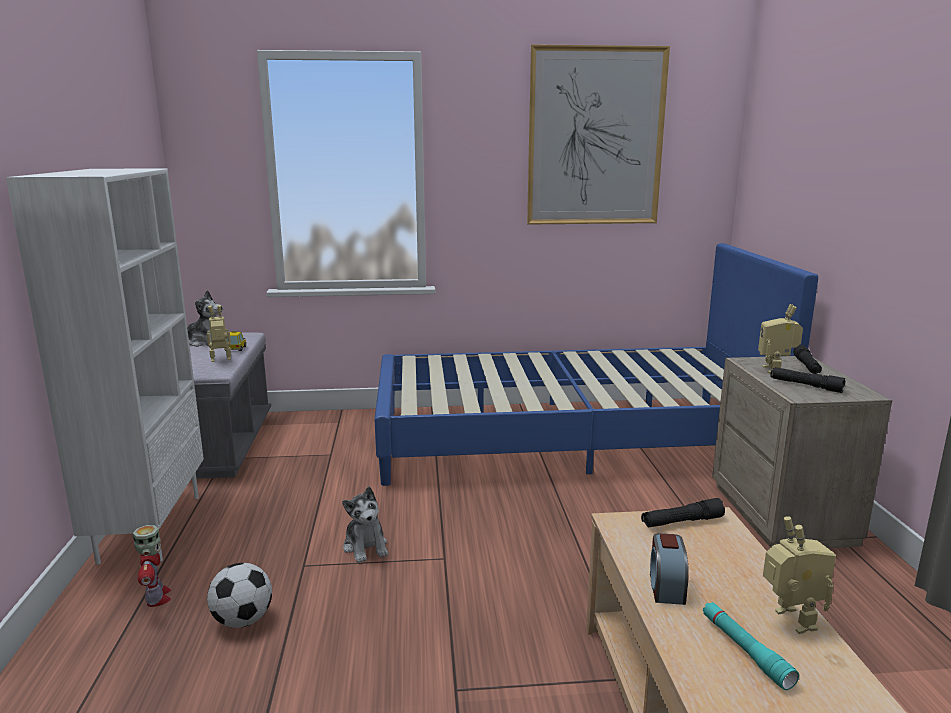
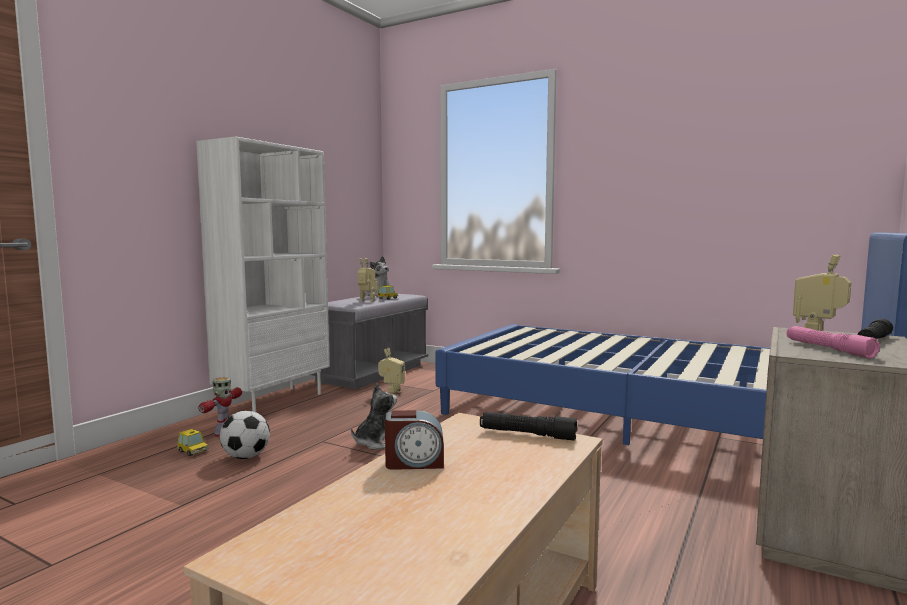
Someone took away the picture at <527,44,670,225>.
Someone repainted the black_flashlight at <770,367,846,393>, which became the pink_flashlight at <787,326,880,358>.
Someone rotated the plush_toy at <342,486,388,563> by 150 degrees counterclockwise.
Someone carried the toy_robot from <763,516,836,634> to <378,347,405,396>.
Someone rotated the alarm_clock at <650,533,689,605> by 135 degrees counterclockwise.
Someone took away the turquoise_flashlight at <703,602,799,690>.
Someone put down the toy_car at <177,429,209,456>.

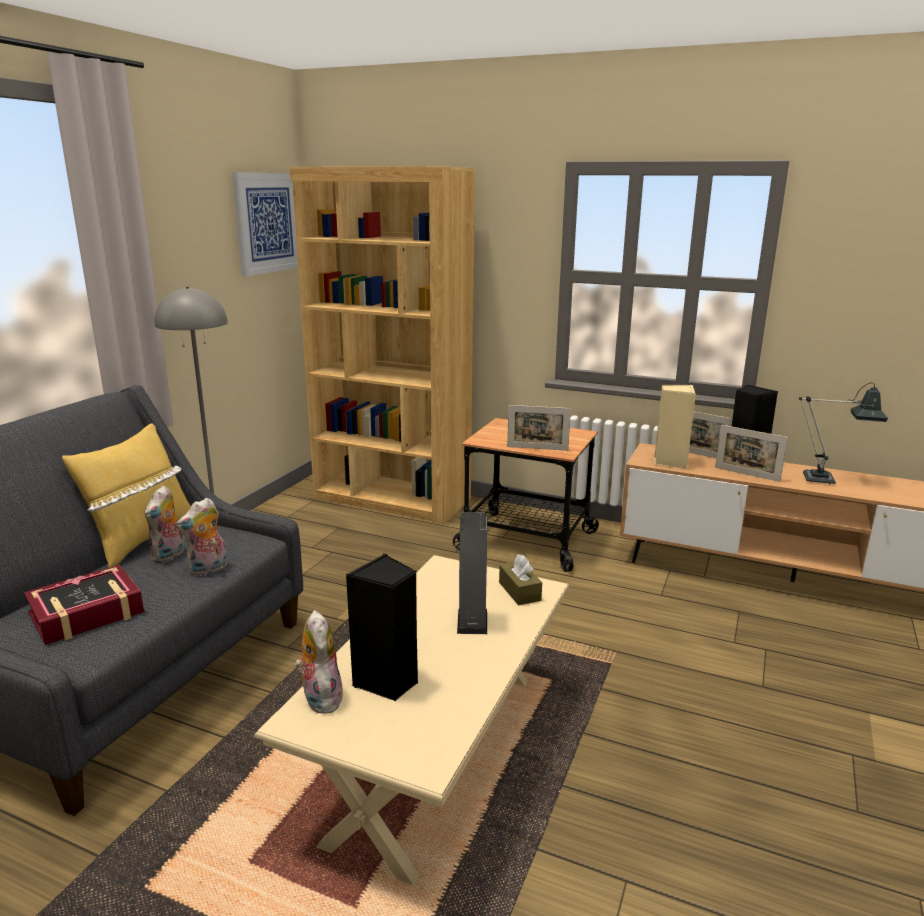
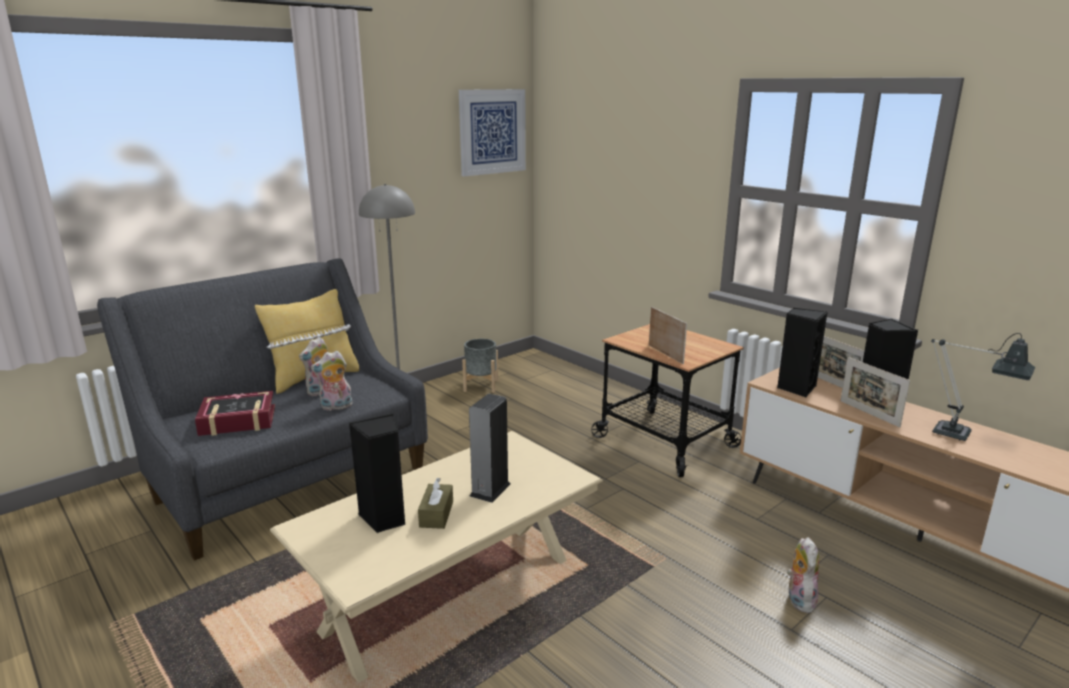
Someone took away the brown_bookcase at <290,166,475,524>.
Someone repainted the beige_speaker at <654,385,696,469>, which became the black_speaker at <777,308,827,398>.
Someone rotated the picture_frame at <507,405,571,451> by 150 degrees counterclockwise.
Someone carried the brown_tissue_box from <499,554,542,605> to <418,477,453,529>.
Someone carried the plush_toy from <295,610,343,714> to <787,537,819,613>.
Someone put down the grey_planter at <462,339,498,393>.

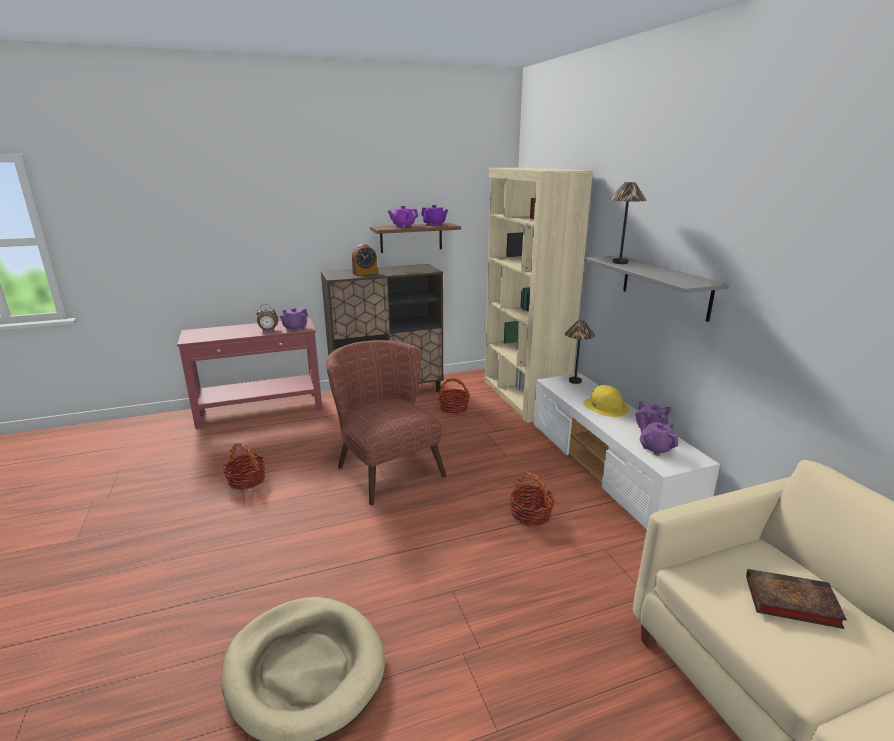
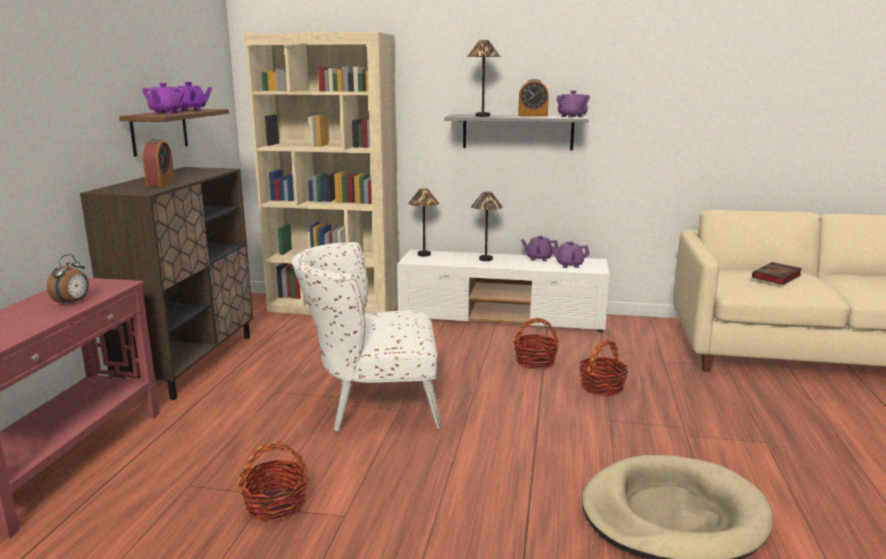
Someone carried the purple_teapot from <280,308,308,331> to <557,90,590,118>.
Someone repainted the brown_armchair at <326,340,446,505>, which became the white_armchair at <291,242,443,431>.
Someone carried the basket from <438,378,470,414> to <579,339,628,396>.
Someone swapped the yellow_hat at <583,385,629,417> for the table_lamp at <471,192,503,261>.
Someone put down the alarm_clock at <518,79,549,116>.

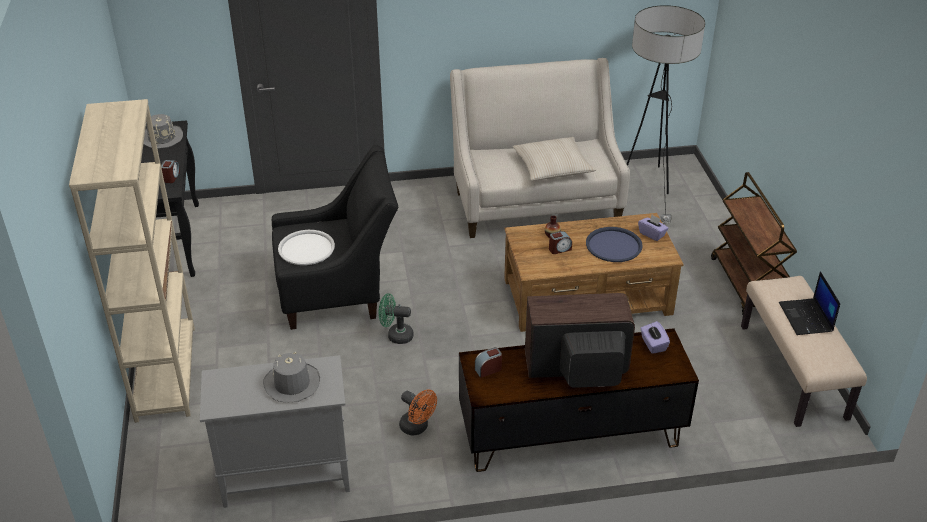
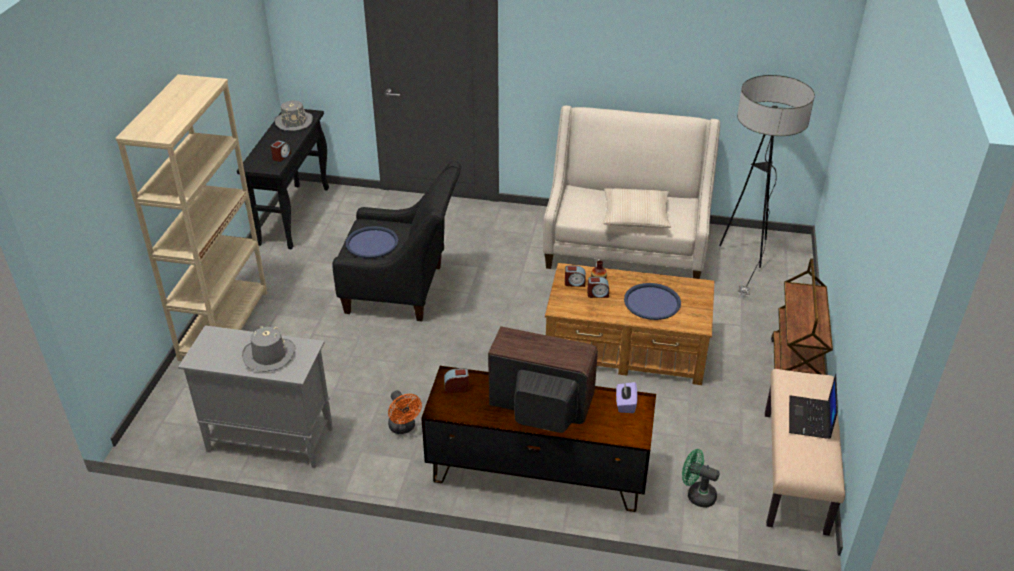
Someone took away the purple_tissue_box at <638,215,668,241>.
Someone repainted the white_tray at <278,230,335,265>, which became the blue_tray at <346,226,398,258>.
Someone carried the green_fan from <379,293,414,344> to <682,449,720,508>.
Someone put down the alarm_clock at <565,265,586,287>.

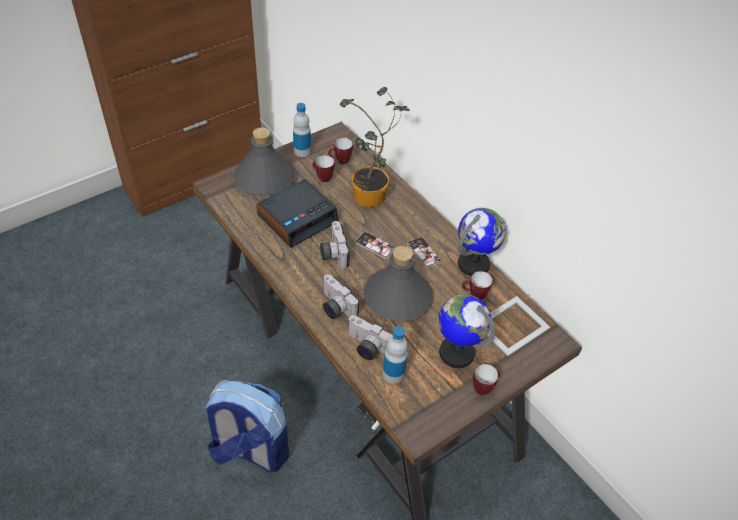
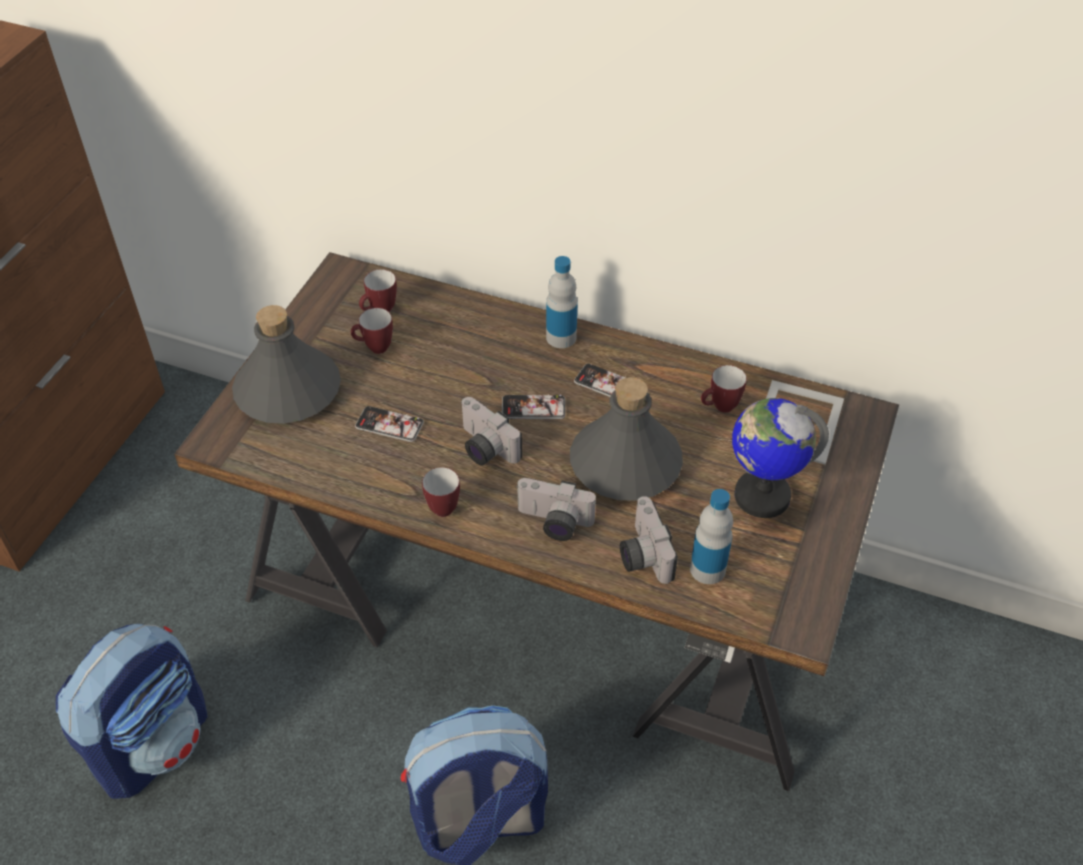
Someone took away the potted_plant at <340,87,410,207>.
Someone carried the bottle from <293,103,311,157> to <546,256,578,348>.
Someone swapped the alarm_clock at <256,179,338,248> for the phone at <355,406,424,442>.
Someone took away the globe at <458,208,506,276>.
Someone rotated the photo_camera at <348,315,393,360> by 75 degrees clockwise.
Someone carried the mug from <473,364,500,395> to <422,467,460,517>.
Someone put down the backpack at <56,624,208,799>.

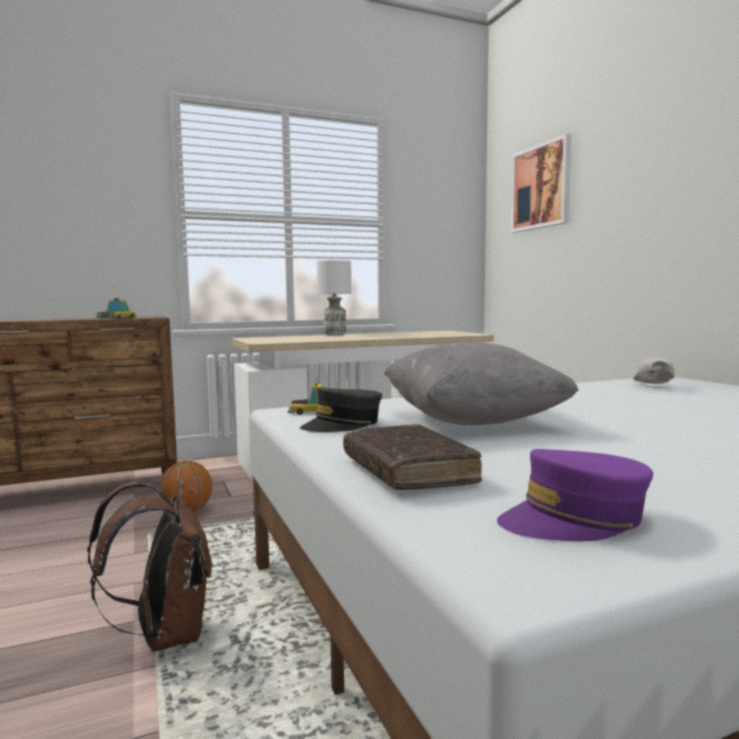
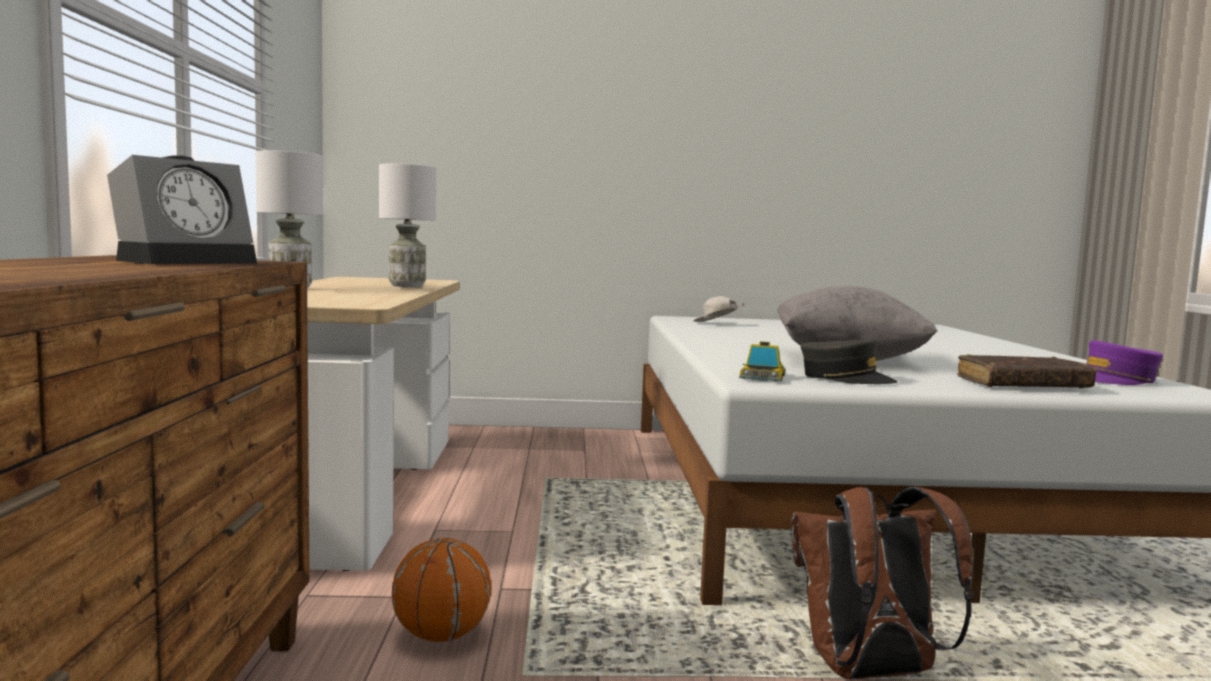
Someone took away the picture at <511,133,571,233>.
Someone swapped the toy_car at <96,298,137,319> for the alarm_clock at <107,155,257,264>.
Someone rotated the grey_cap at <300,387,382,432> by 45 degrees counterclockwise.
Someone rotated the purple_cap at <497,449,653,541> by 75 degrees clockwise.
Someone put down the white_table_lamp at <379,164,436,287>.

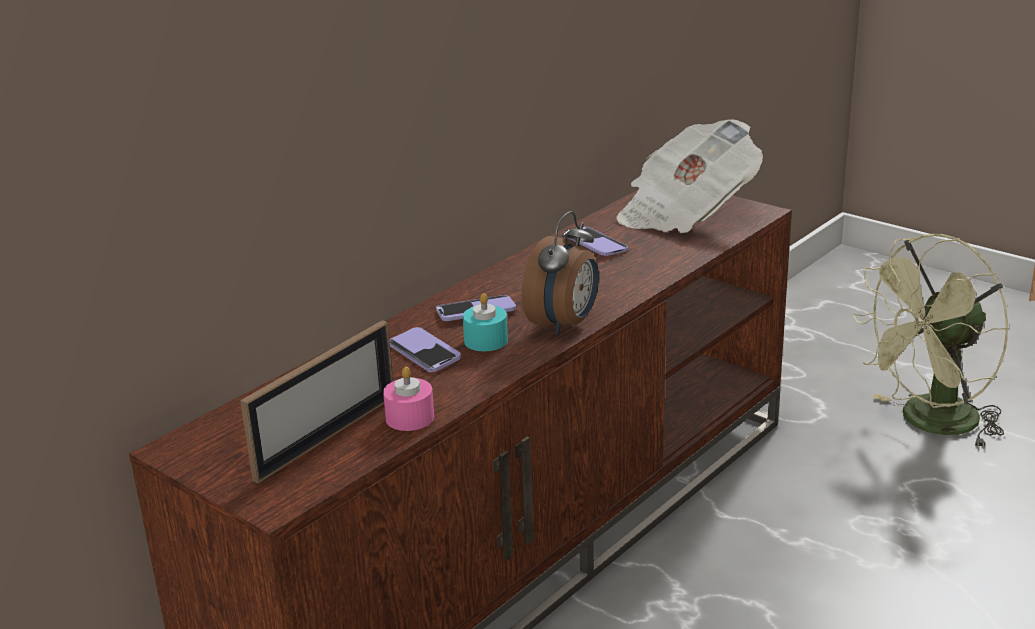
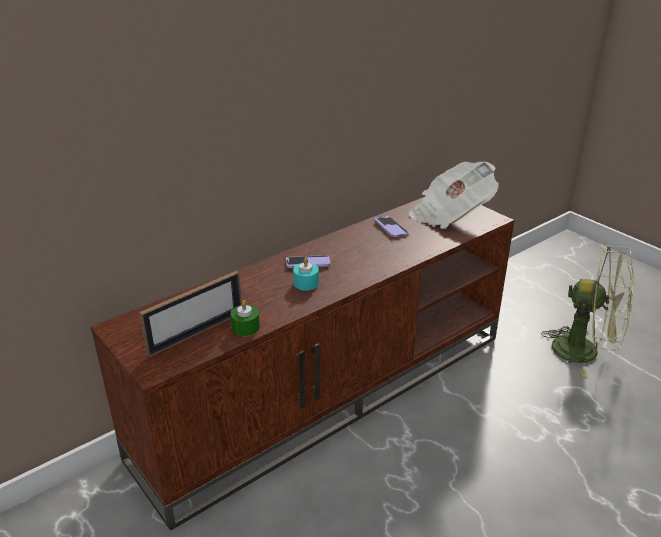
Someone took away the alarm_clock at <522,211,599,335>.
Someone rotated the green_fan at <853,234,1009,449> by 135 degrees counterclockwise.
Someone took away the phone at <389,327,461,372>.
Someone repainted the pink_candle at <383,367,434,431>, which became the green_candle at <231,300,260,336>.

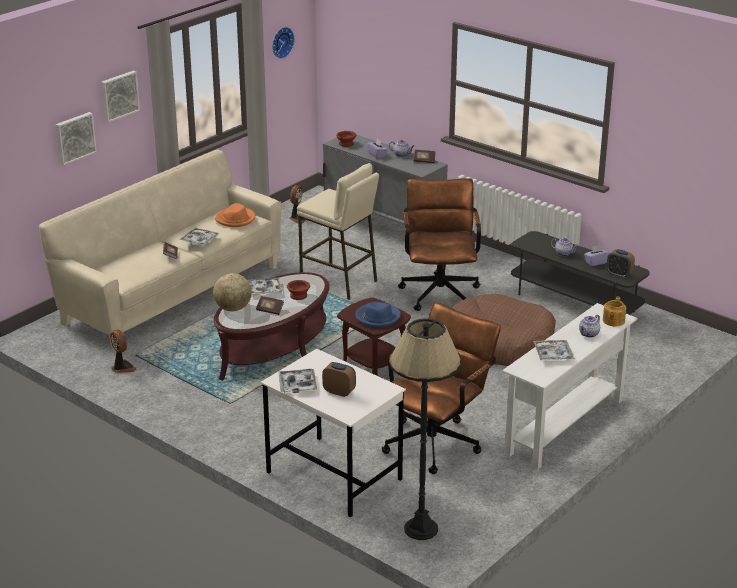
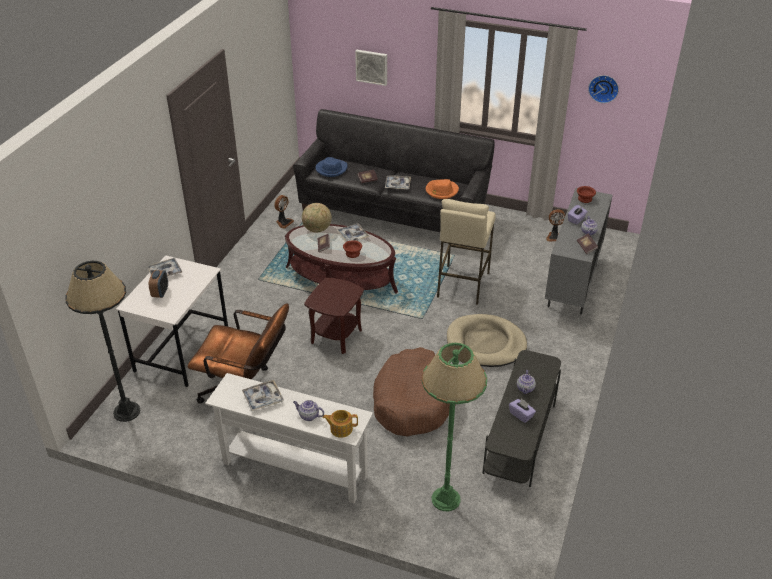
Someone took away the picture at <101,71,140,123>.
Someone repainted the beige_sofa at <39,149,282,352>, which became the black_sofa at <293,109,495,232>.
Someone swapped the brown_office_chair at <398,178,481,311> for the beige_dog_bed at <447,314,527,367>.
Someone took away the alarm_clock at <606,249,635,278>.
Someone carried the blue_hat from <355,302,401,328> to <316,157,347,177>.
Someone put down the green_floor_lamp at <422,343,487,511>.

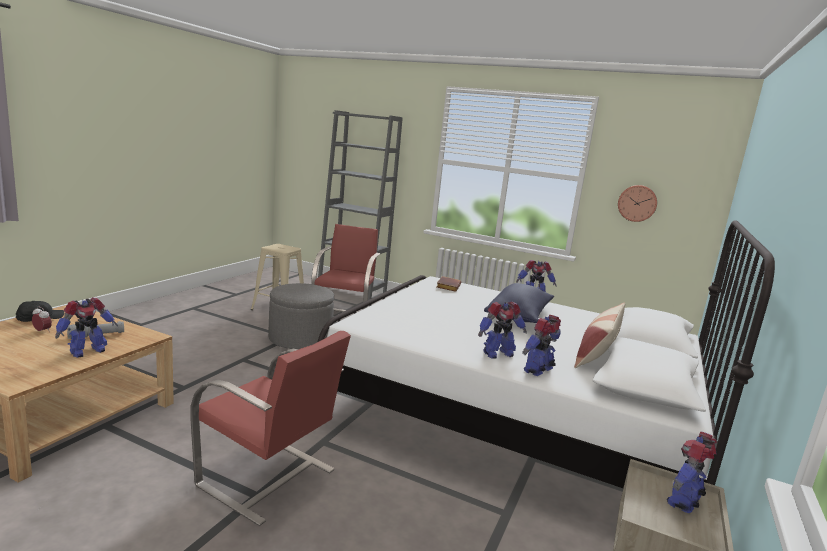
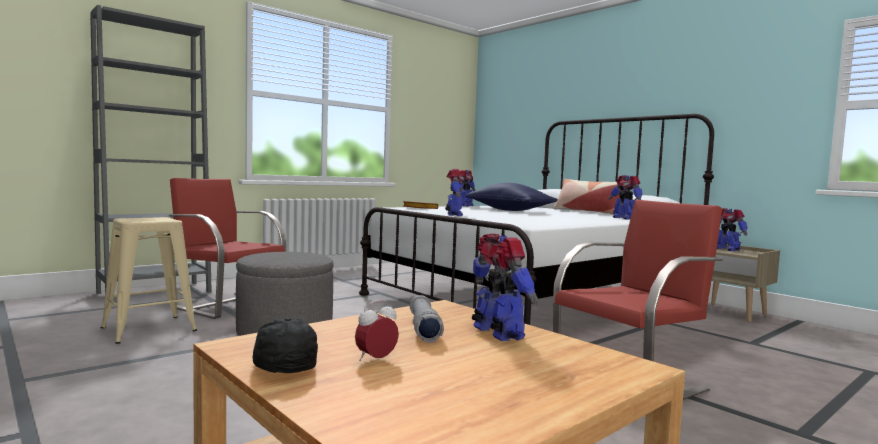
Someone took away the wall_clock at <618,185,657,222>.
Someone carried the toy_robot from <478,302,527,359> to <445,168,465,216>.

